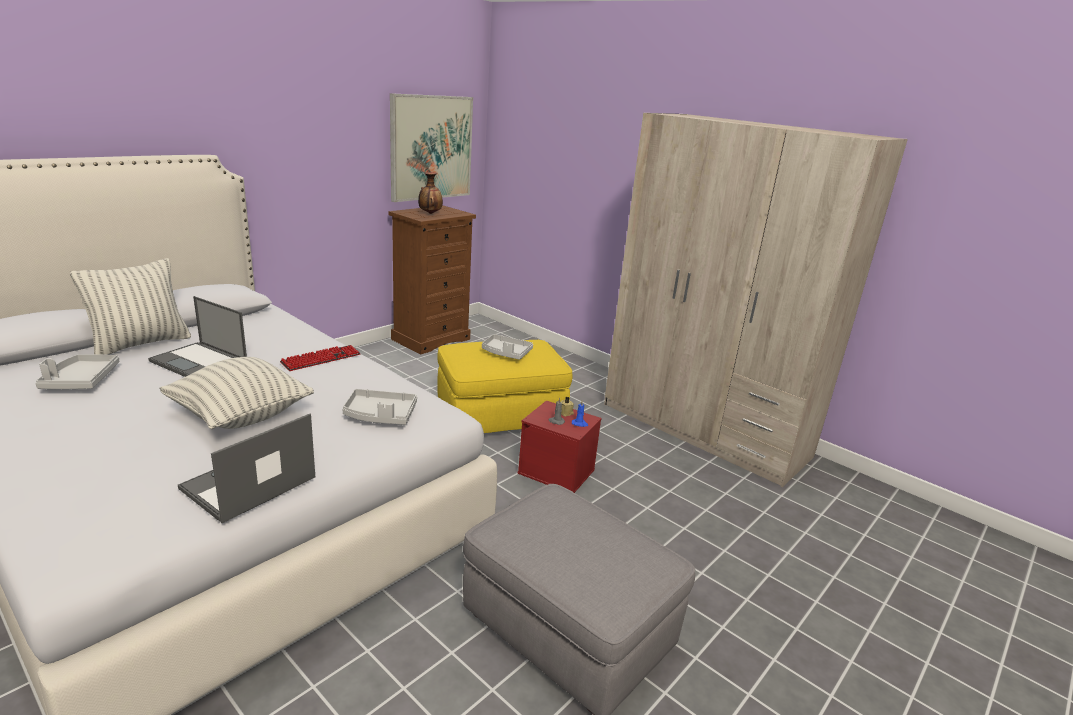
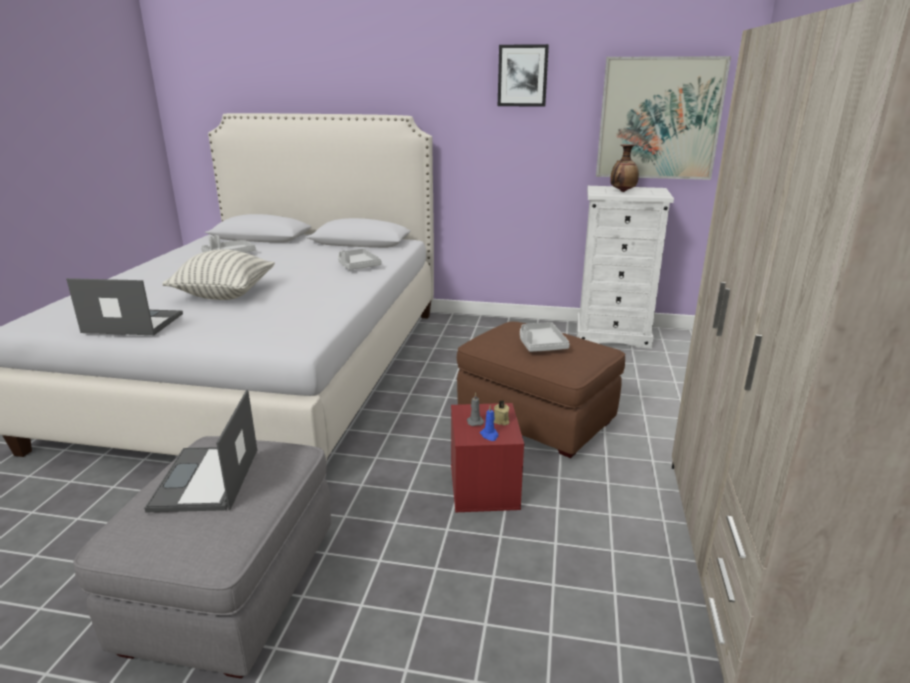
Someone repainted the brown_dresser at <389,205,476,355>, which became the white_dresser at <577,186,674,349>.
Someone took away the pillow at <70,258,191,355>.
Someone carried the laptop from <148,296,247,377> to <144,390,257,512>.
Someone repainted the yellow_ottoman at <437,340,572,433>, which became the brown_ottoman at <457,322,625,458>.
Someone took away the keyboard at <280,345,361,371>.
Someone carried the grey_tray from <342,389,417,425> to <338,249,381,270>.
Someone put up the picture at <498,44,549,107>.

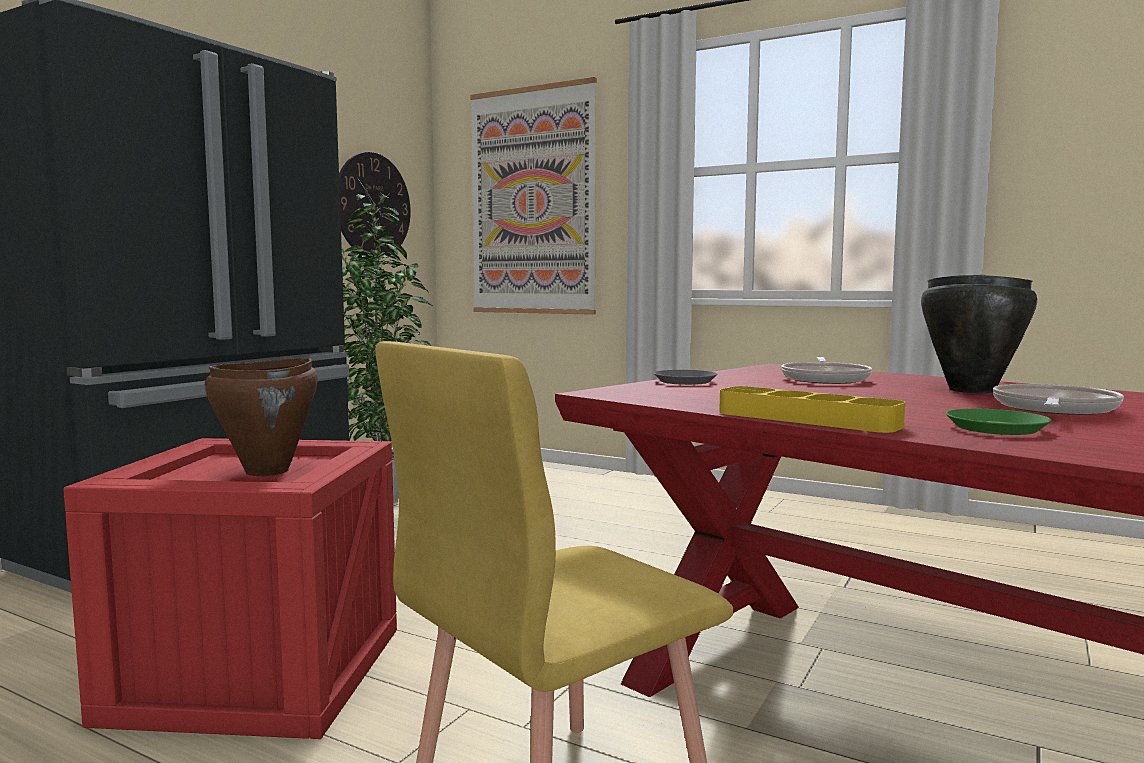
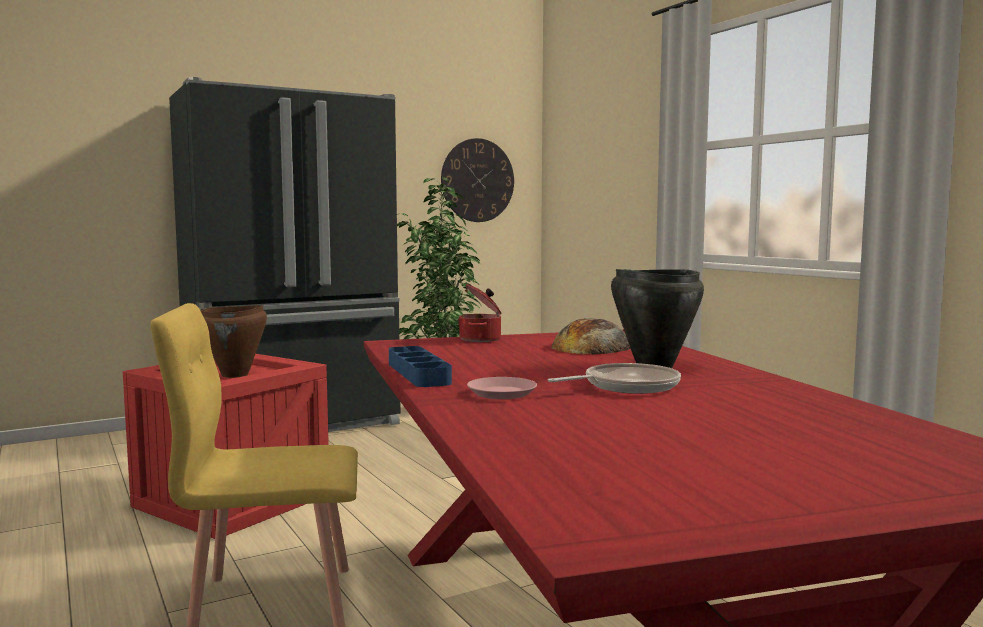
Someone took away the picture at <470,77,597,315>.
Someone swapped the frying_pan at <781,357,872,384> for the bread at <551,318,631,355>.
Someone swapped the grey_plate at <654,370,717,385> for the cooking_pot at <458,284,502,342>.
Someone repainted the yellow_tray at <719,386,906,433>, which became the blue_tray at <389,346,452,387>.
Someone repainted the green_plate at <946,409,1052,435>, which became the pink_plate at <467,377,537,399>.

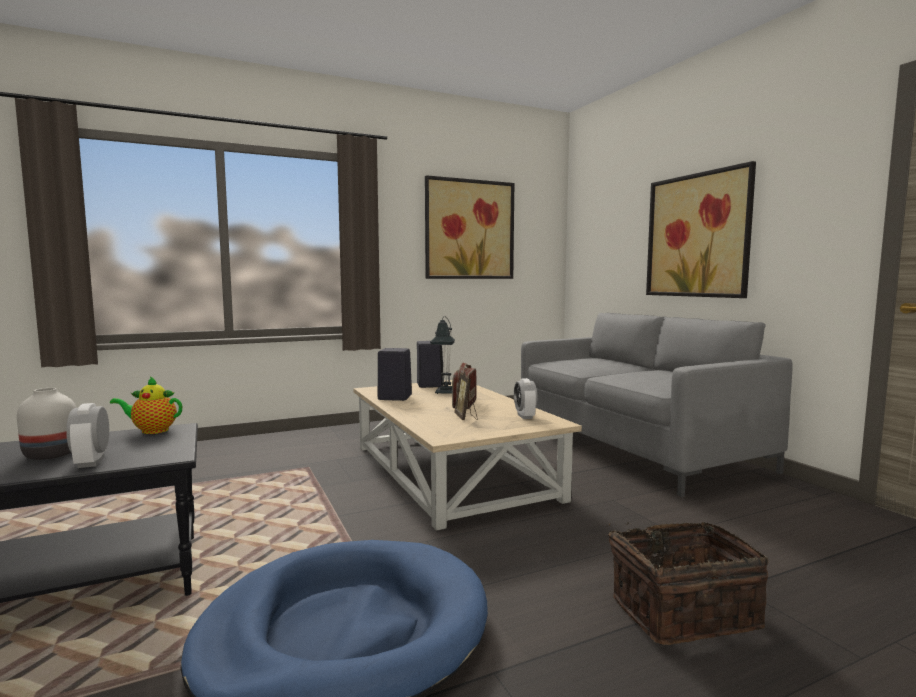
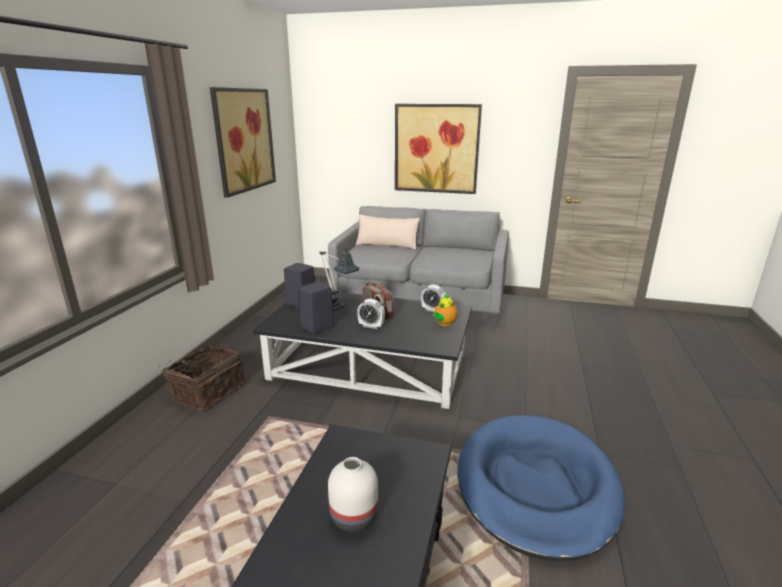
Someone took away the picture_frame at <454,371,478,420>.
Someone carried the teapot from <110,376,182,434> to <432,293,457,326>.
Someone repainted the beige_coffee_table at <354,380,582,531>, which became the black_coffee_table at <253,292,472,409>.
Someone carried the alarm_clock from <66,403,109,468> to <357,299,385,329>.
Someone carried the basket from <607,522,768,645> to <158,345,245,411>.
Someone put down the beige_pillow at <356,214,420,250>.

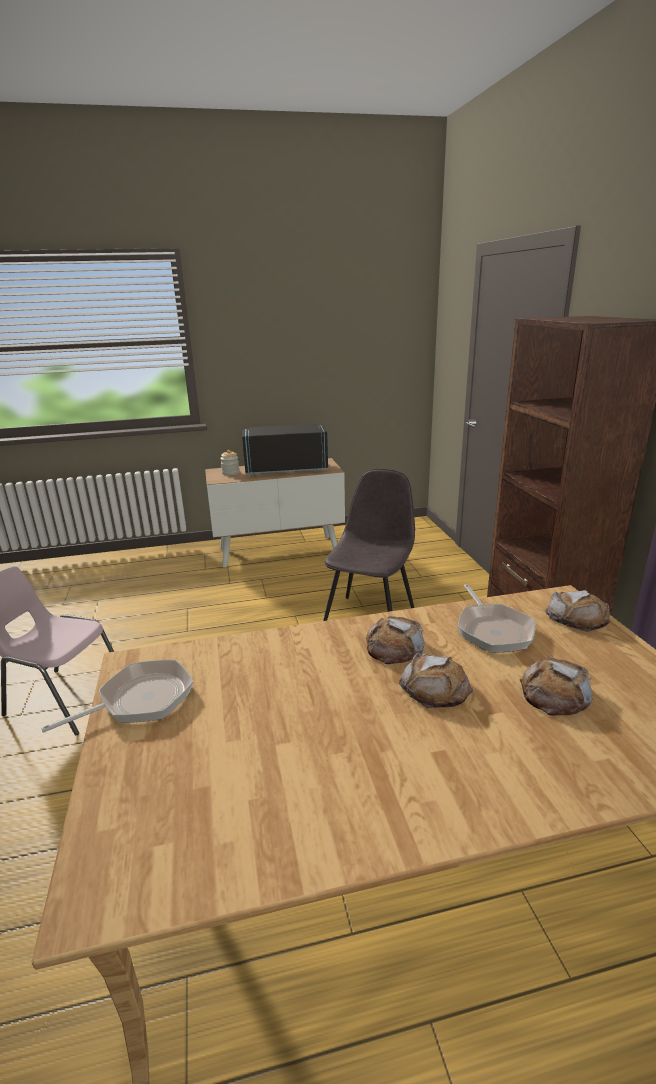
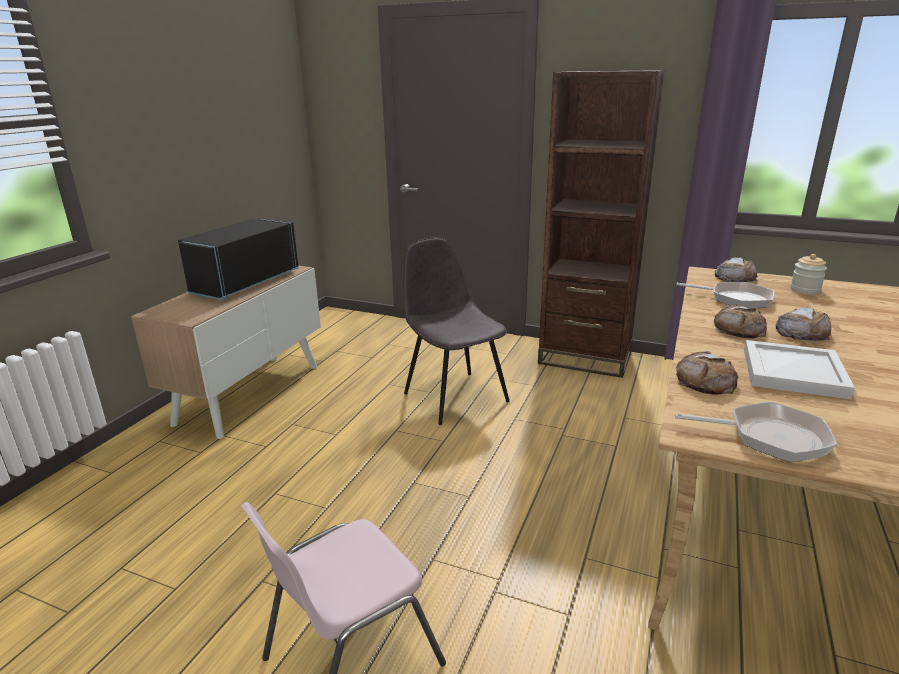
Someone carried the jar from <220,450,240,476> to <790,254,827,294>.
Someone carried the bread from <520,658,593,716> to <676,351,738,395>.
Someone rotated the frying_pan at <41,660,194,733> by 105 degrees clockwise.
Someone put down the white_tray at <744,340,855,400>.

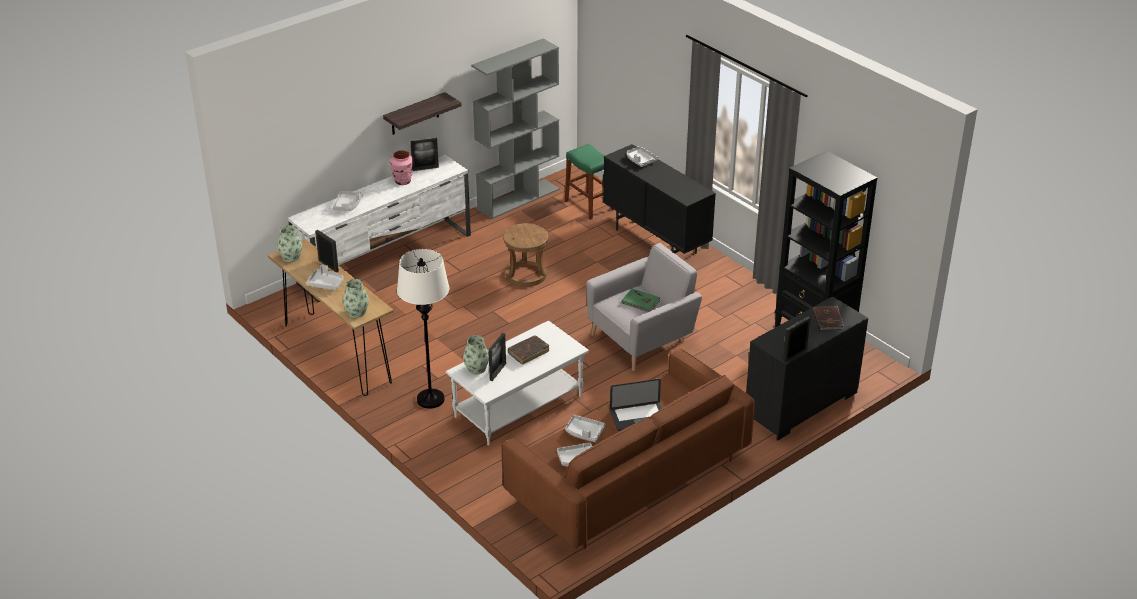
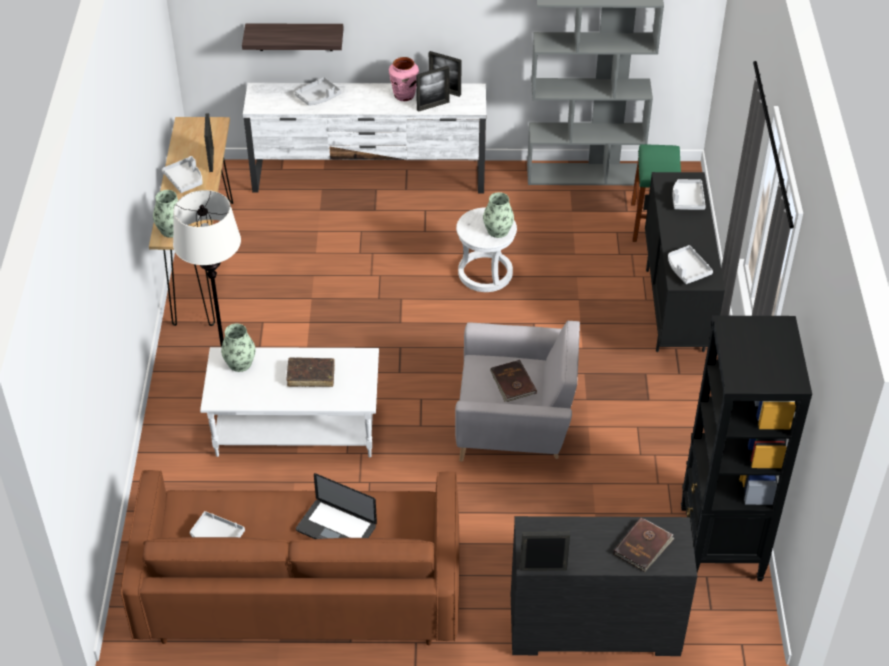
Someone carried the shelf from <383,92,462,135> to <242,23,344,51>.
Someone repainted the brown_stool at <503,223,548,287>, which became the white_stool at <456,207,517,292>.
Someone carried the vase from <277,225,302,262> to <483,192,514,238>.
Someone repainted the green_book at <621,289,660,312>, which became the brown_book at <490,360,537,402>.
Someone carried the picture_frame from <489,333,506,381> to <416,66,449,112>.
Someone carried the grey_tray from <565,415,605,442> to <668,245,713,284>.

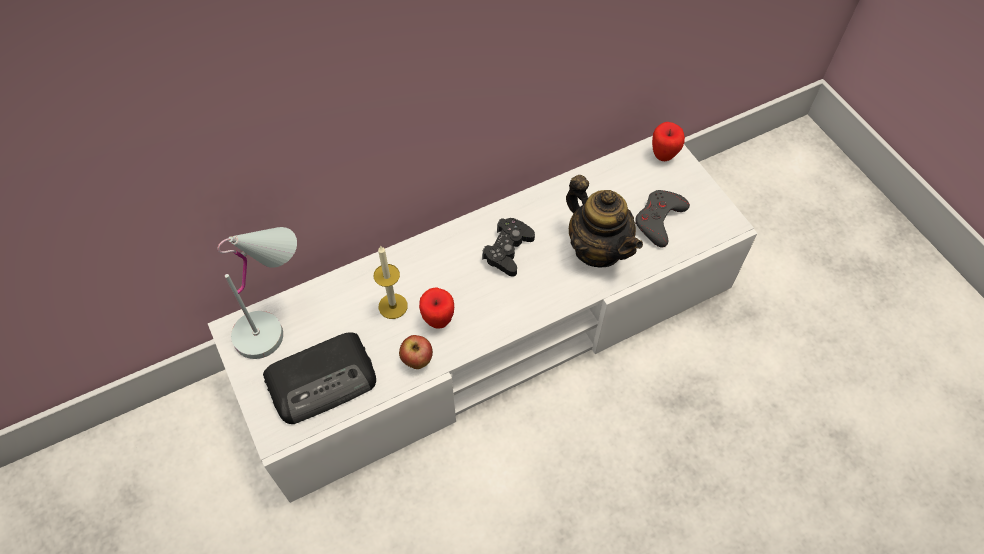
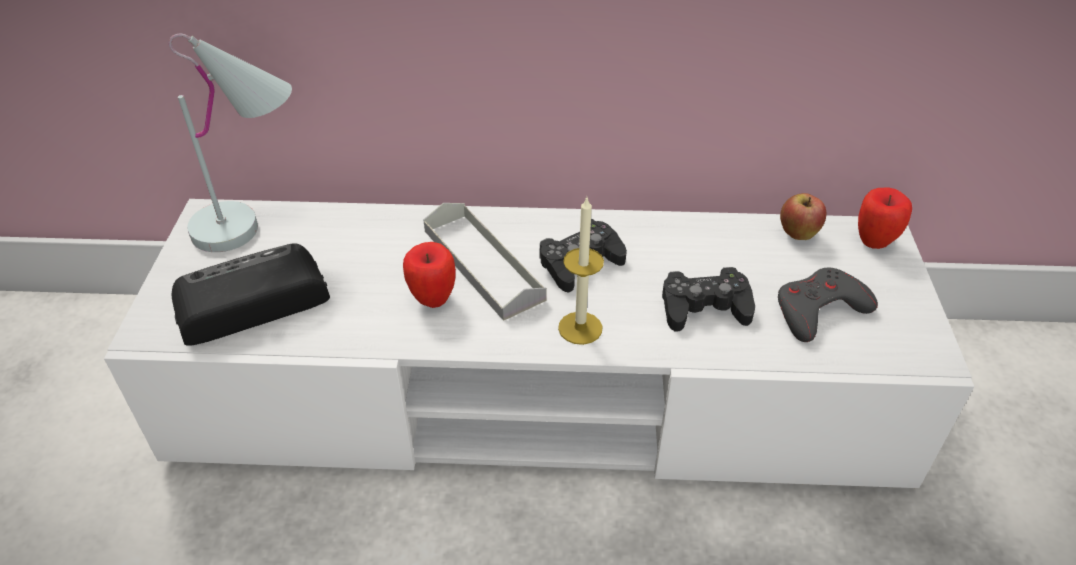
Someone swapped the teapot at <566,175,643,267> for the black_game_controller at <662,267,755,331>.
Someone carried the candle from <374,245,408,319> to <558,198,604,345>.
Someone rotated the radio at <263,332,376,424> by 150 degrees clockwise.
Someone carried the apple from <399,335,433,369> to <780,193,826,240>.
Someone put down the grey_tray at <423,203,547,321>.

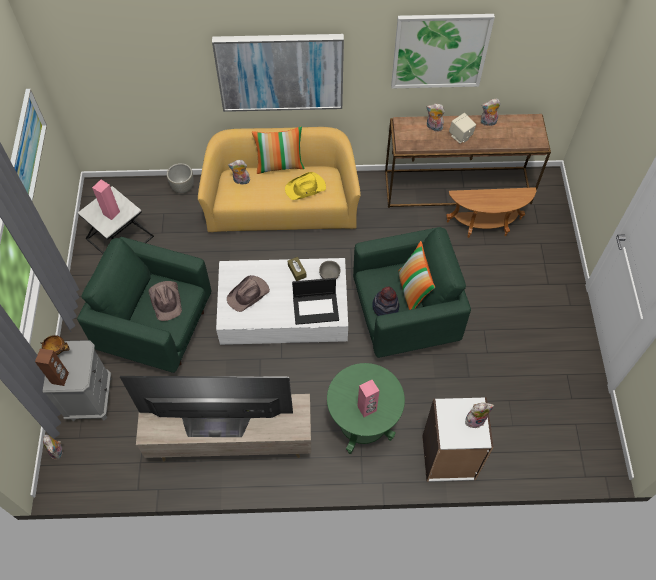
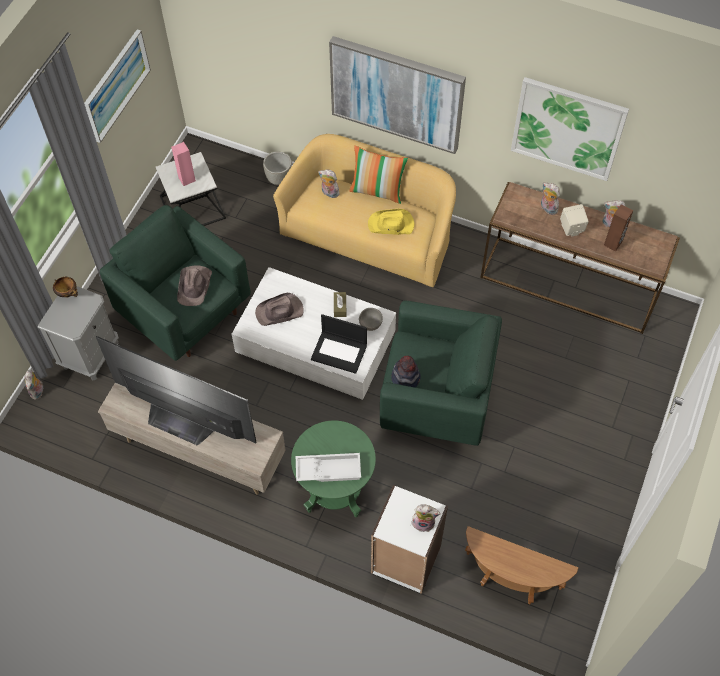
Someone carried the brown_side_table from <446,187,537,238> to <465,526,579,604>.
Someone took away the pillow at <399,241,435,310>.
Someone carried the brown_speaker from <35,349,69,386> to <604,205,633,252>.
Someone swapped the pink_speaker at <357,380,380,417> for the white_tray at <296,453,361,482>.

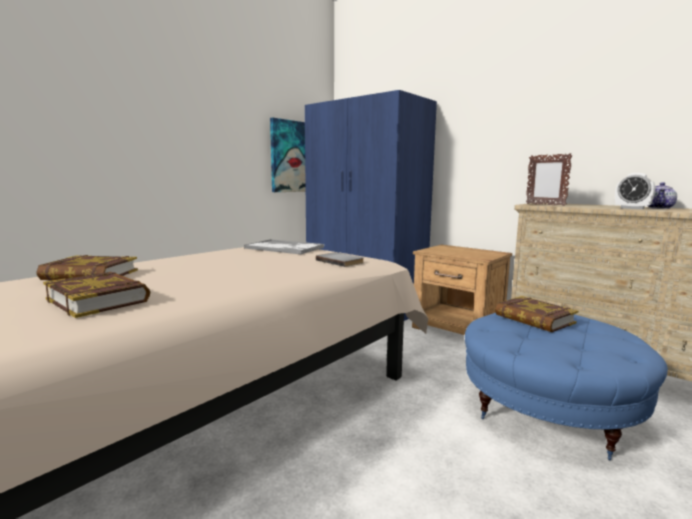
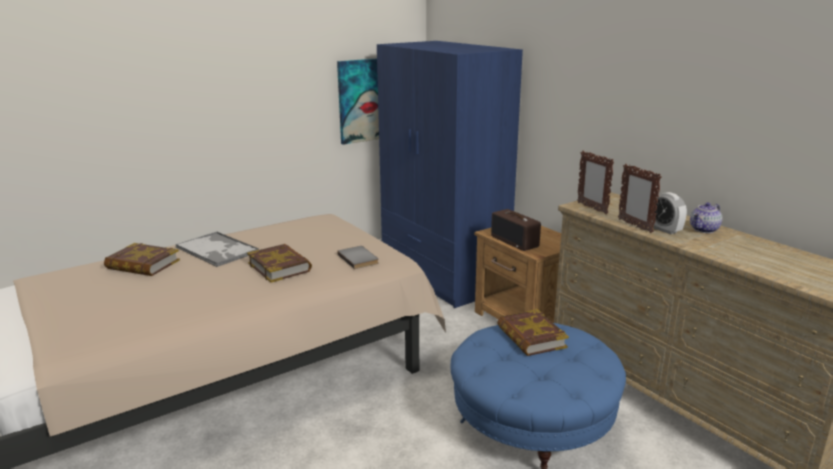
Someone carried the tray from <244,239,324,254> to <176,231,259,267>.
Someone carried the book from <43,272,150,318> to <247,244,312,283>.
Someone put down the picture_frame at <618,164,662,233>.
Someone put down the radio at <491,209,541,251>.

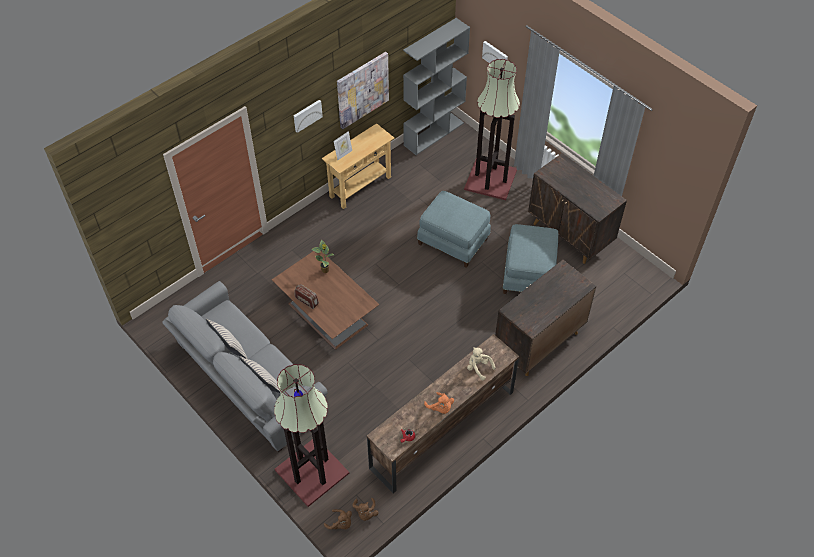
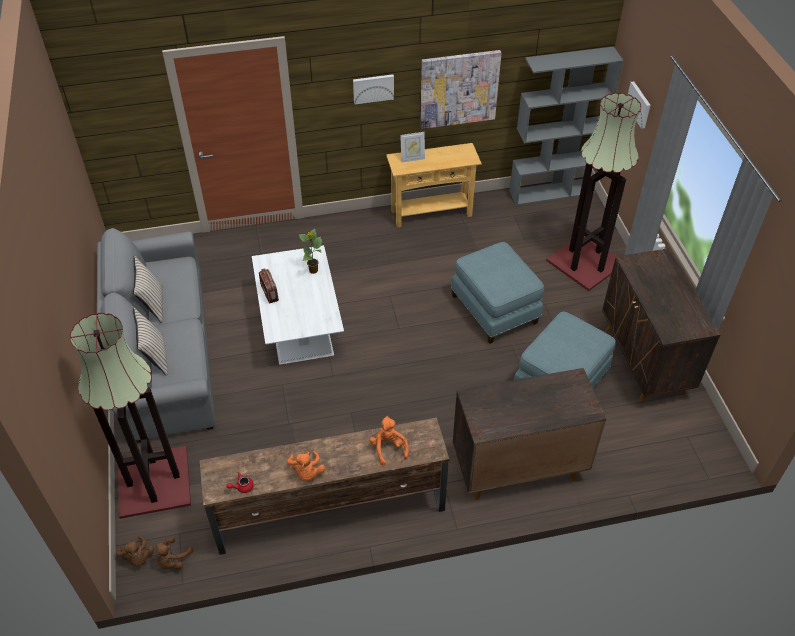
Someone repainted the brown_coffee_table at <272,251,379,350>, which became the white_coffee_table at <252,245,344,365>.
Someone repainted the beige_plush_toy at <467,347,496,380>, which became the orange_plush_toy at <369,416,409,465>.

